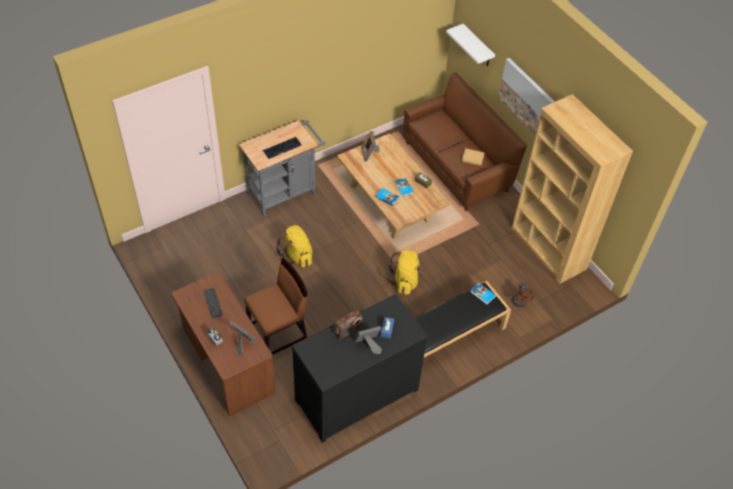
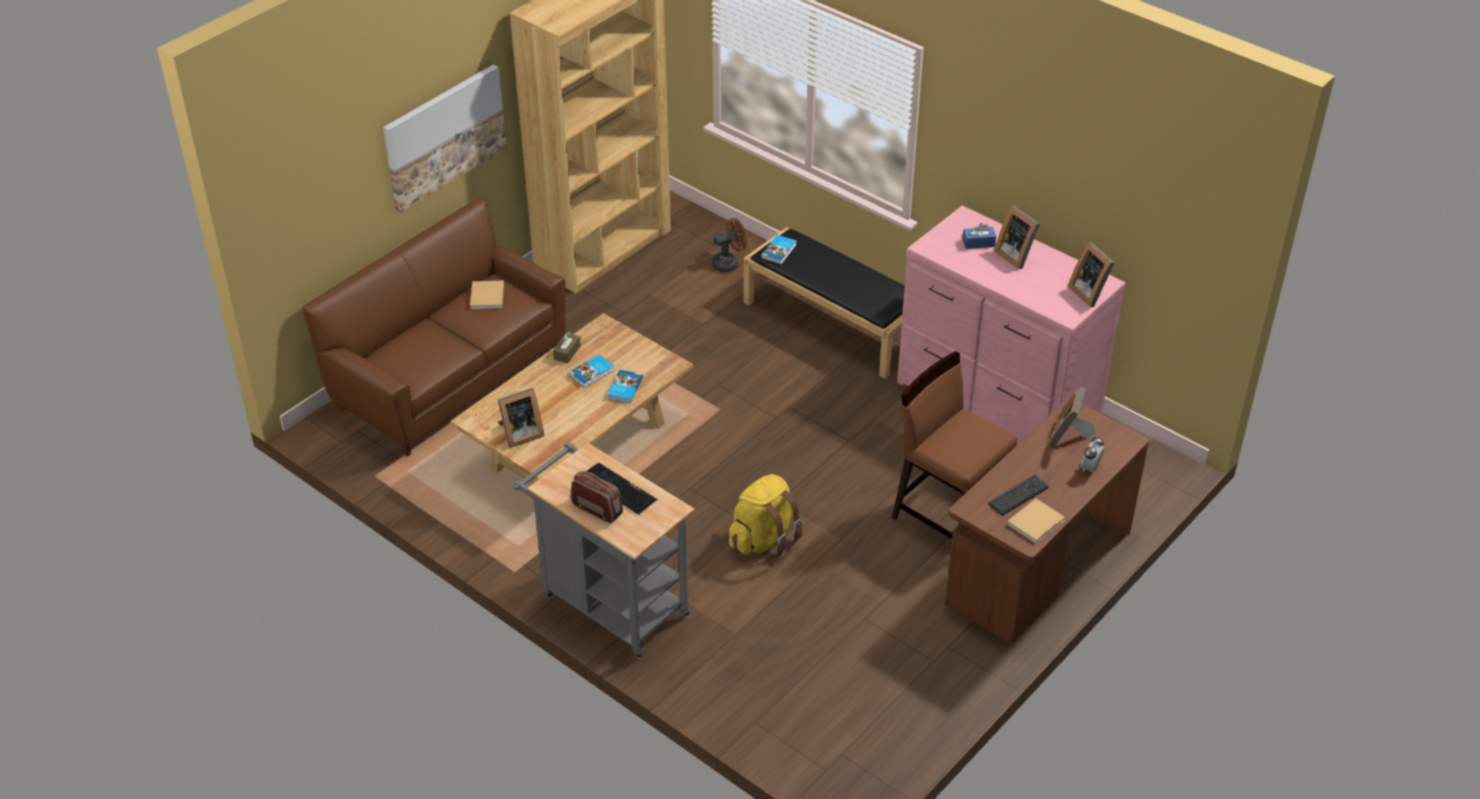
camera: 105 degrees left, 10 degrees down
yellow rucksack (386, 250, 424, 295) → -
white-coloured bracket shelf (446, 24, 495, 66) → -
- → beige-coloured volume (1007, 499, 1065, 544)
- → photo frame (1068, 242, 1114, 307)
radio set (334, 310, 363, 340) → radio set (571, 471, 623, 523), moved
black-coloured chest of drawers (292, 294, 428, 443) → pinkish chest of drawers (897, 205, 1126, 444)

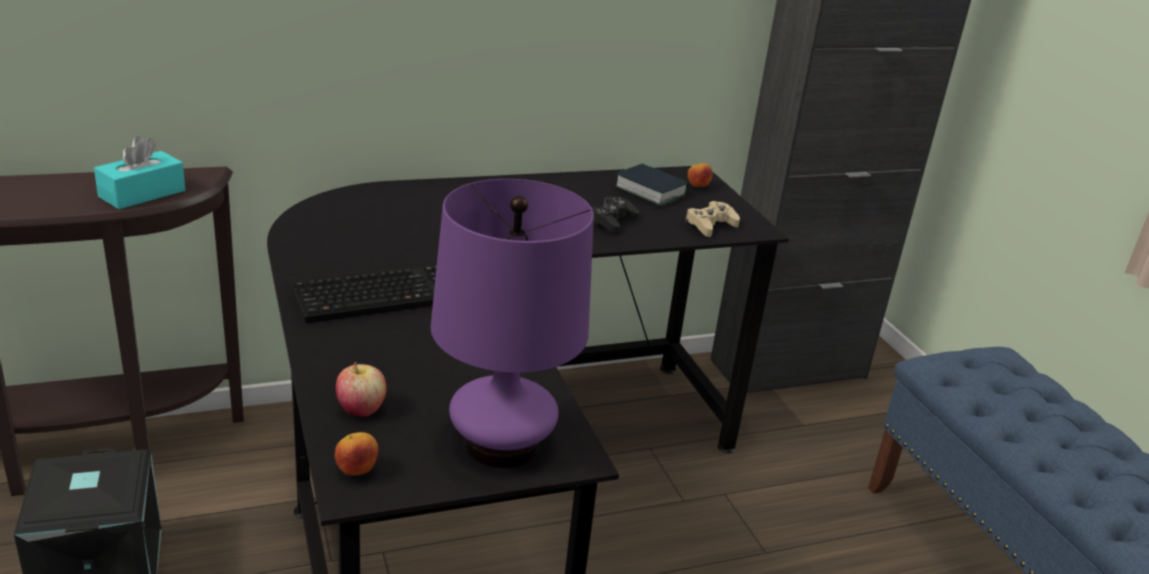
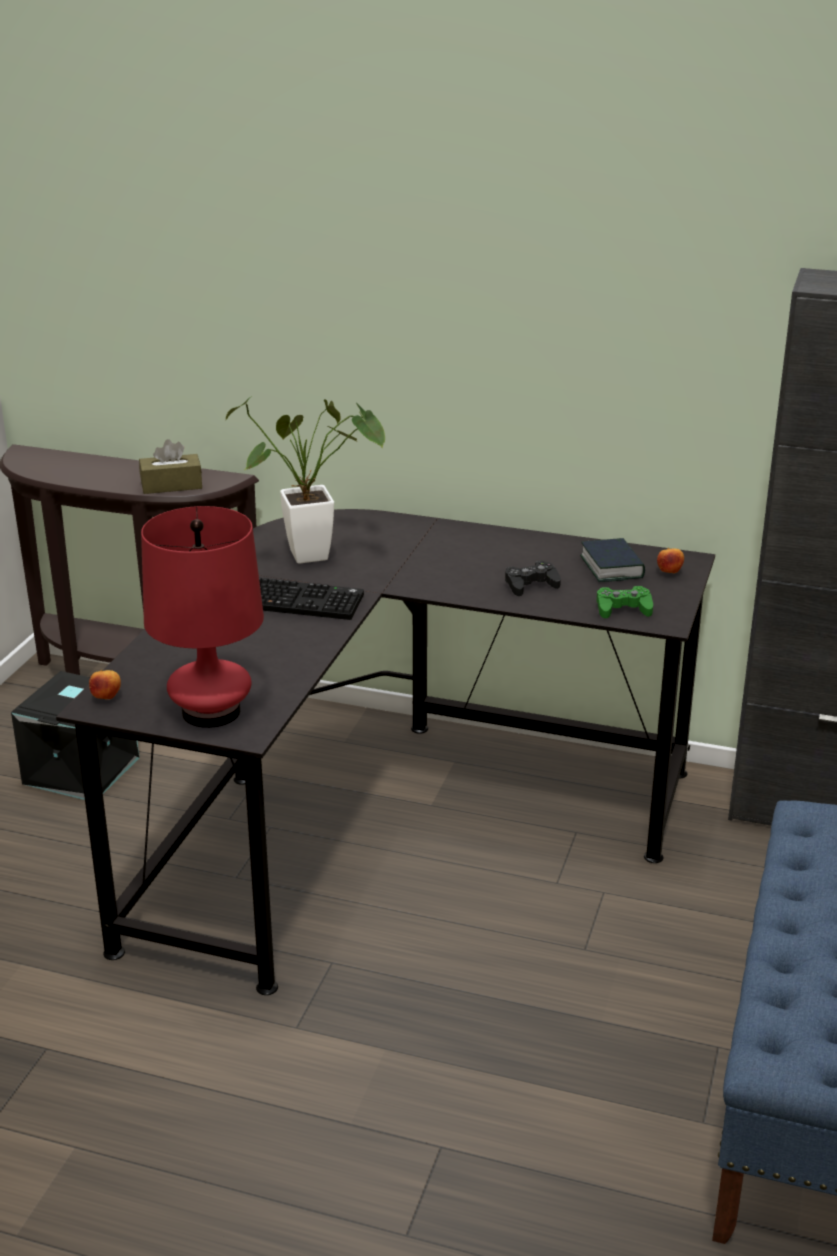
camera: 40 degrees right, 0 degrees up
whole apple (335, 362, 387, 417) → -
- → potted plant (226, 396, 385, 564)
turquoise tissue box (94, 136, 185, 209) → brownish tissue box (139, 439, 202, 494)
purple-coloured tabletop lamp (431, 179, 594, 468) → red-coloured tabletop lamp (141, 506, 264, 728)
beige-coloured game controller (685, 201, 740, 237) → greenish game controller (597, 586, 653, 618)

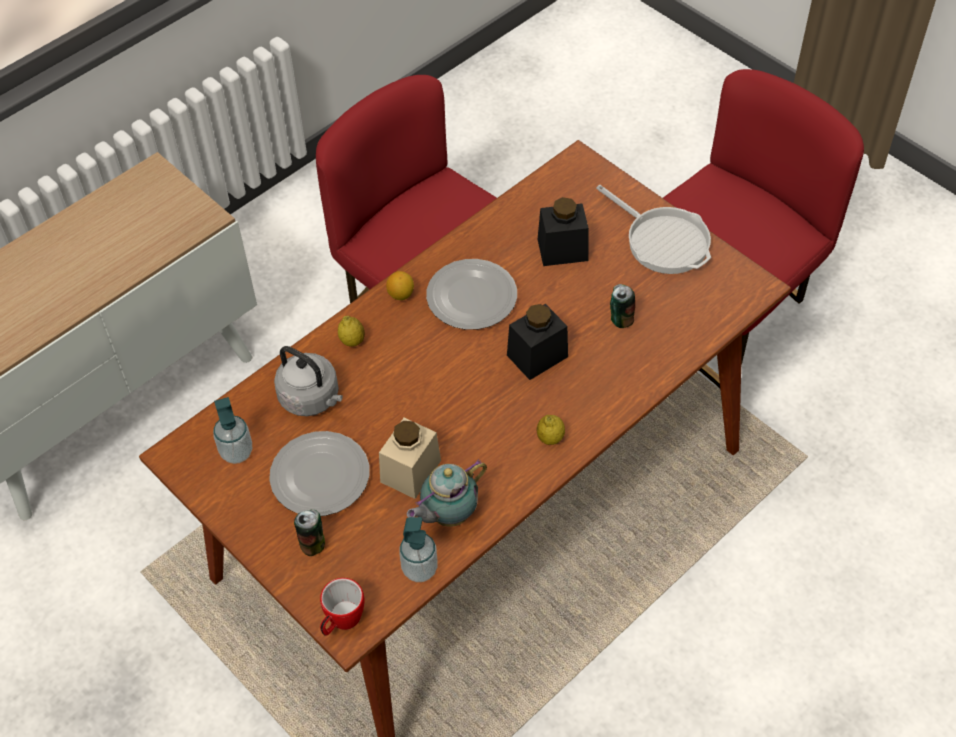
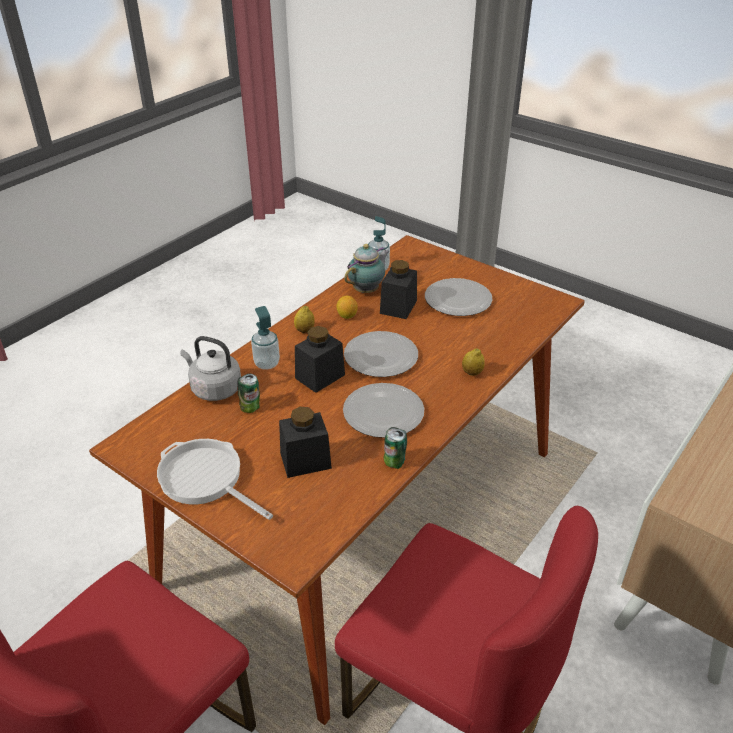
camera: 170 degrees right, 15 degrees down
mug (320, 578, 365, 636) → -
- → flat dish (344, 331, 418, 377)
liquid soap bottle (213, 397, 252, 464) → liquid soap bottle (251, 306, 280, 370), moved
grey tea kettle (274, 346, 343, 416) → grey tea kettle (180, 336, 241, 401), moved
metal can (294, 509, 325, 556) → metal can (383, 427, 407, 469), moved
whole lemon (386, 271, 414, 300) → whole lemon (336, 296, 358, 319), moved
beige-coloured storage jar (379, 418, 441, 499) → black-coloured storage jar (380, 260, 417, 319)

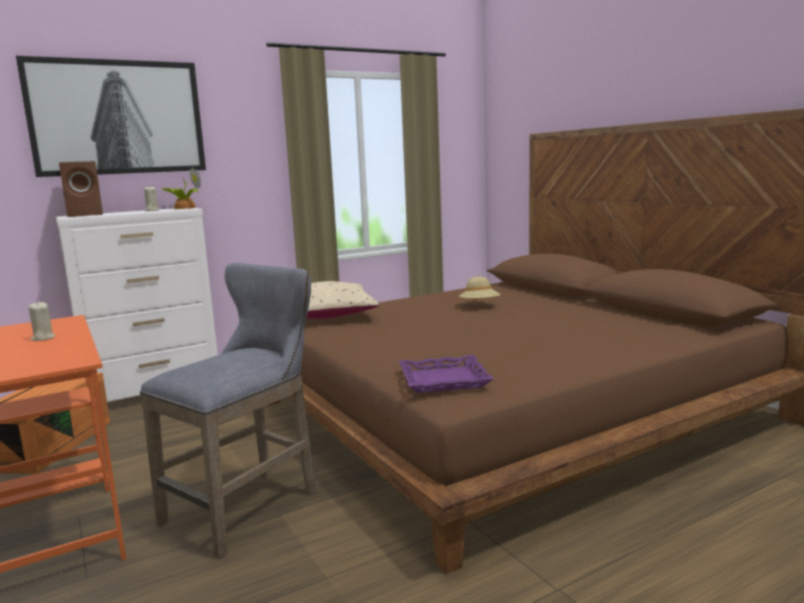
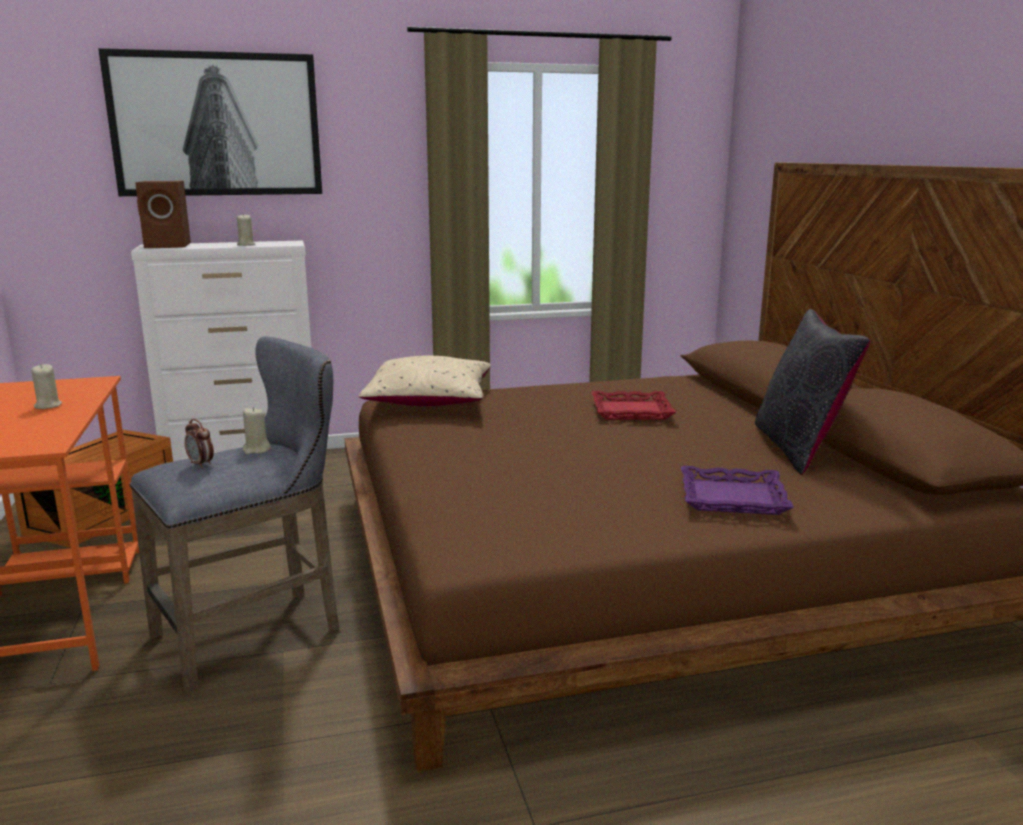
camera: 15 degrees right, 5 degrees up
potted plant (162, 167, 201, 209) → -
- → bedside clock (184, 419, 214, 468)
- → beige-coloured candle (242, 407, 271, 454)
- → black-coloured throw pillow (755, 309, 871, 475)
purple-coloured tray (399, 355, 494, 393) → purple-coloured tray (681, 466, 794, 515), moved
beige-coloured hat (459, 277, 501, 301) → red-coloured tray (591, 391, 676, 420)

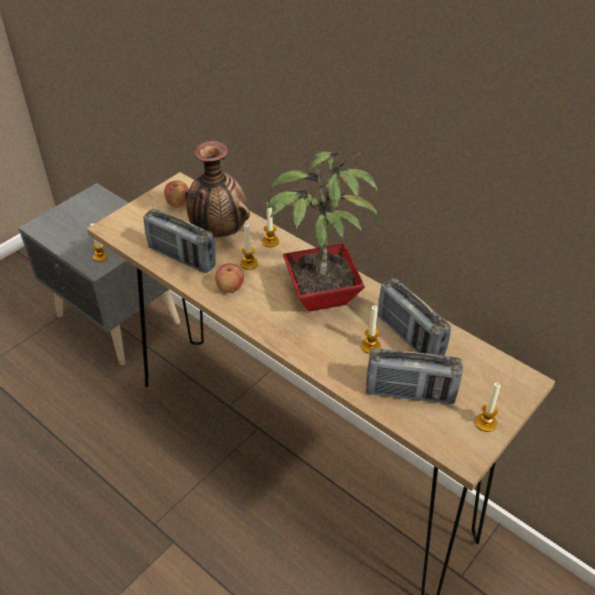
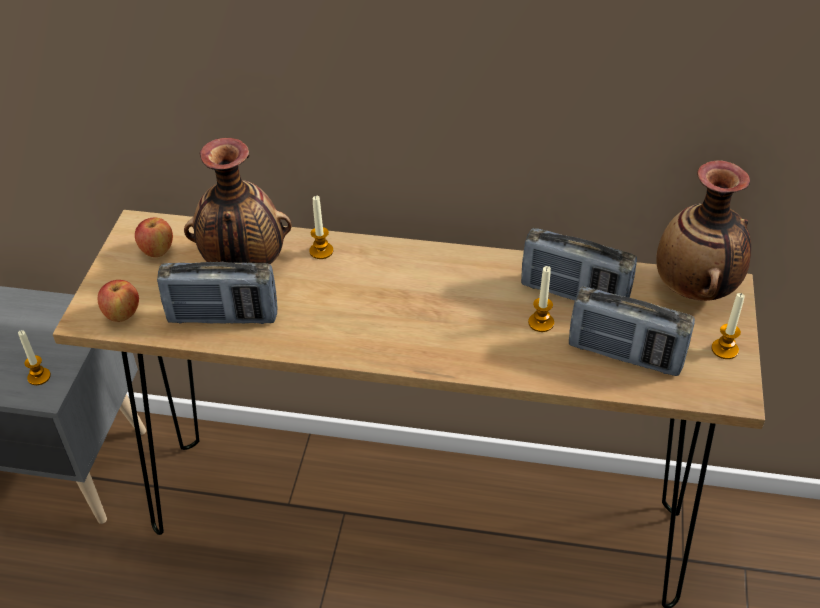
camera: 30 degrees left, 0 degrees up
candle (240, 223, 258, 270) → -
potted plant (266, 131, 379, 312) → -
- → decorative vase (656, 160, 751, 301)
whole apple (215, 263, 244, 293) → whole apple (98, 280, 139, 322), moved
radio set (366, 348, 463, 404) → radio set (569, 286, 695, 376), 45 degrees clockwise

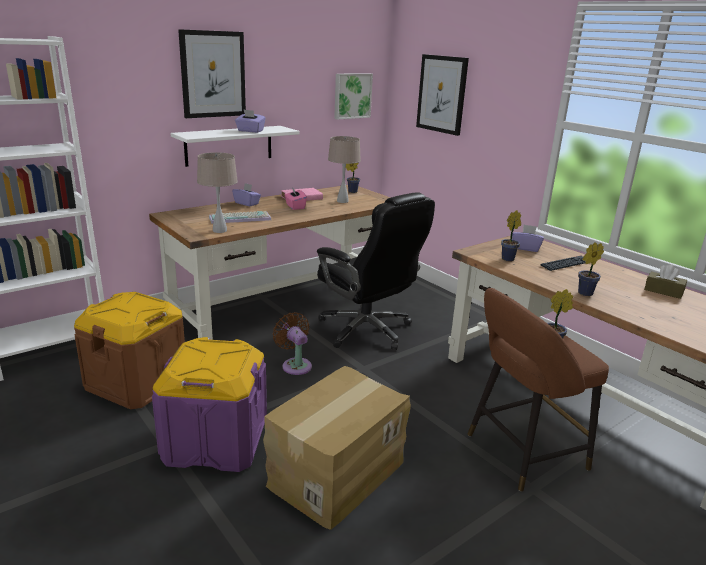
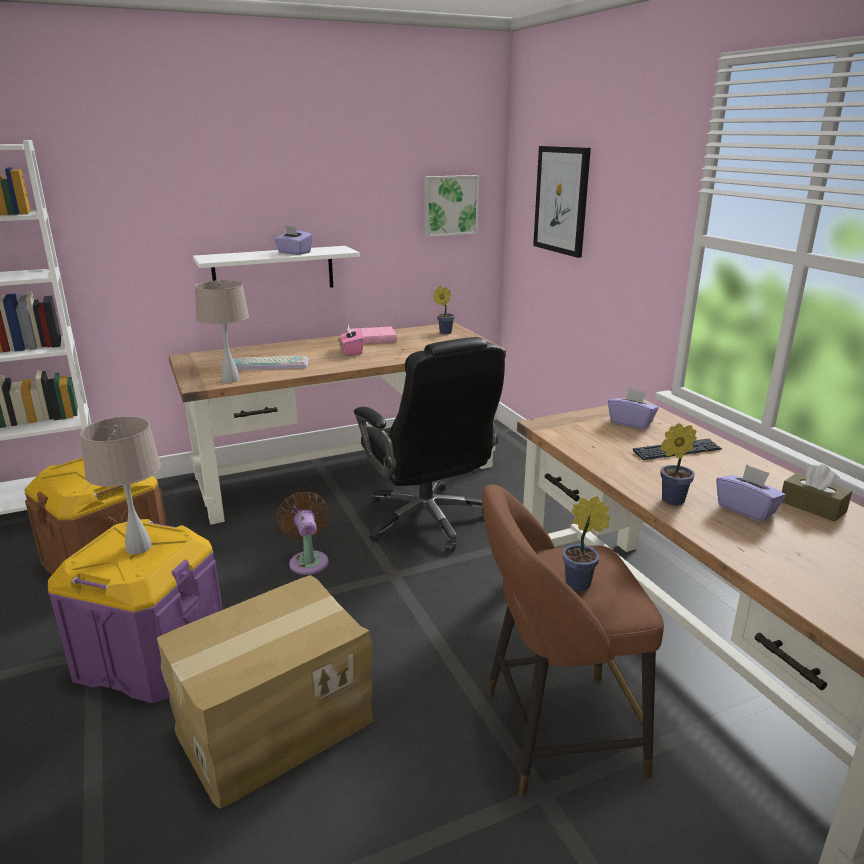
camera: 15 degrees right, 0 degrees up
wall picture (178, 29, 246, 118) → -
potted plant (501, 210, 521, 261) → -
purple-coloured tissue box (232, 183, 261, 206) → purple-coloured tissue box (716, 464, 786, 522), moved
beige-coloured tabletop lamp (328, 136, 361, 203) → beige-coloured tabletop lamp (80, 416, 161, 555), moved

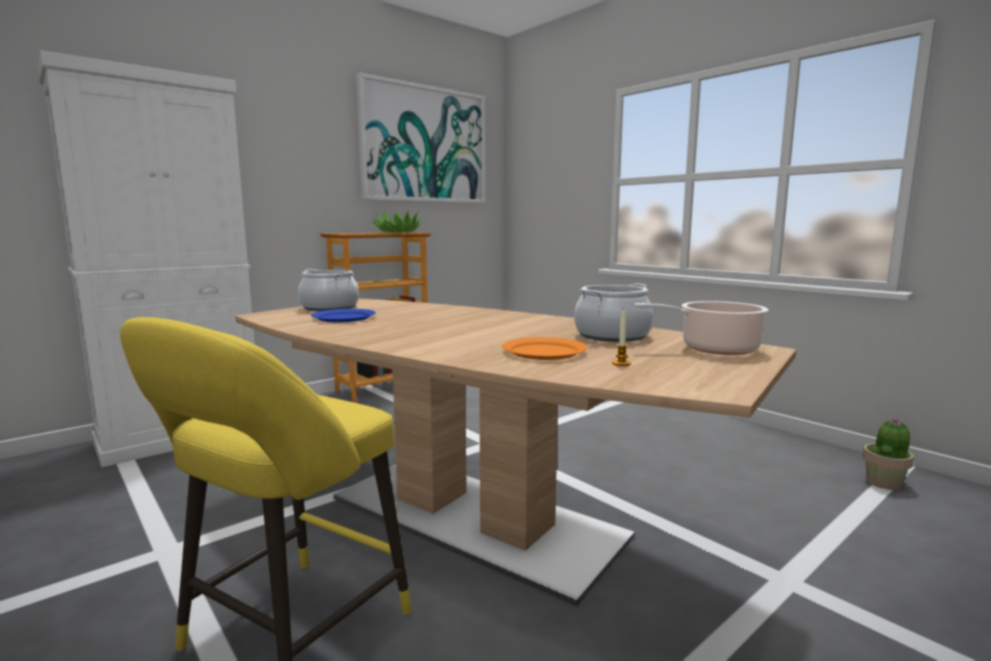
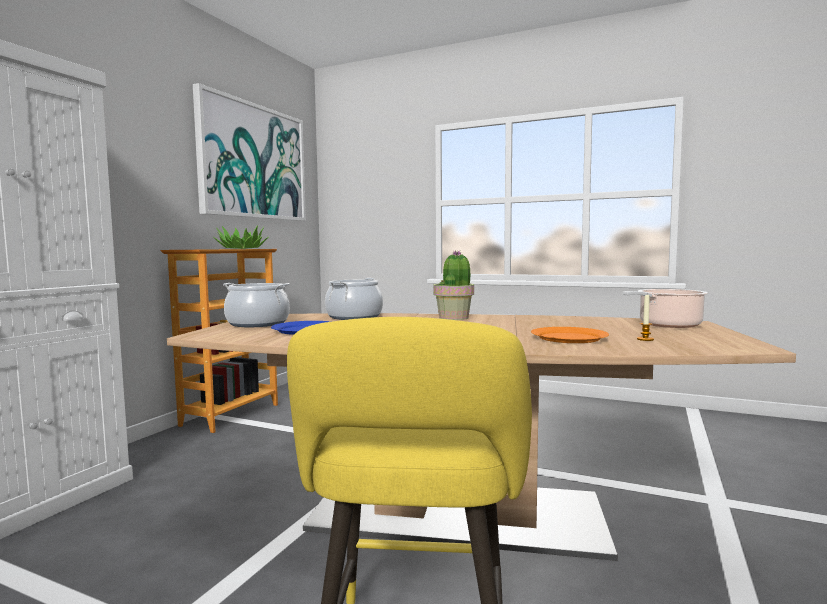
camera: 25 degrees left, 5 degrees down
saucepot (574, 284, 653, 342) → saucepot (325, 278, 383, 320), moved
potted plant (863, 418, 914, 490) → potted plant (434, 250, 474, 320), moved

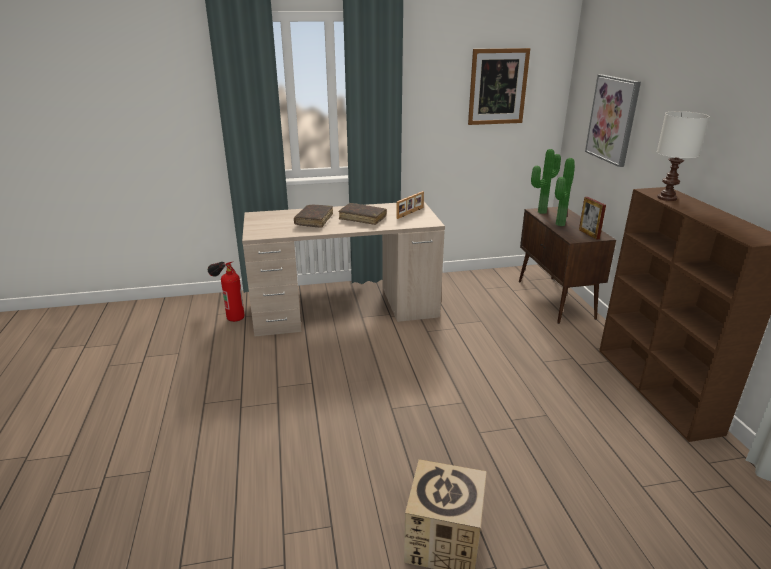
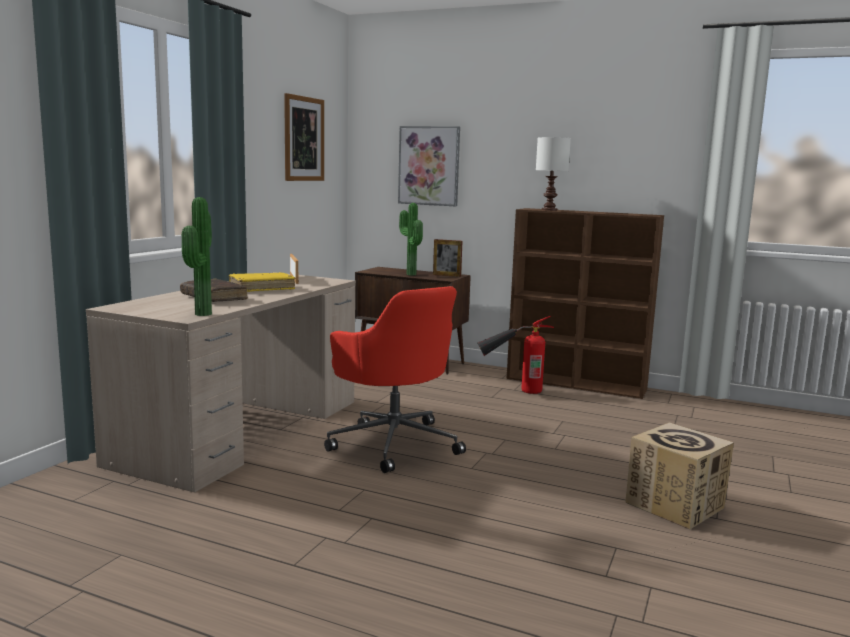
camera: 55 degrees left, 15 degrees down
- → red-coloured computer chair (324, 286, 466, 473)
extinguisher (208, 262, 244, 322) → extinguisher (477, 316, 554, 394), moved
potted plant (531, 149, 561, 214) → potted plant (182, 197, 212, 316), moved
brownish volume (339, 203, 387, 225) → yellow volume (229, 272, 295, 292)

